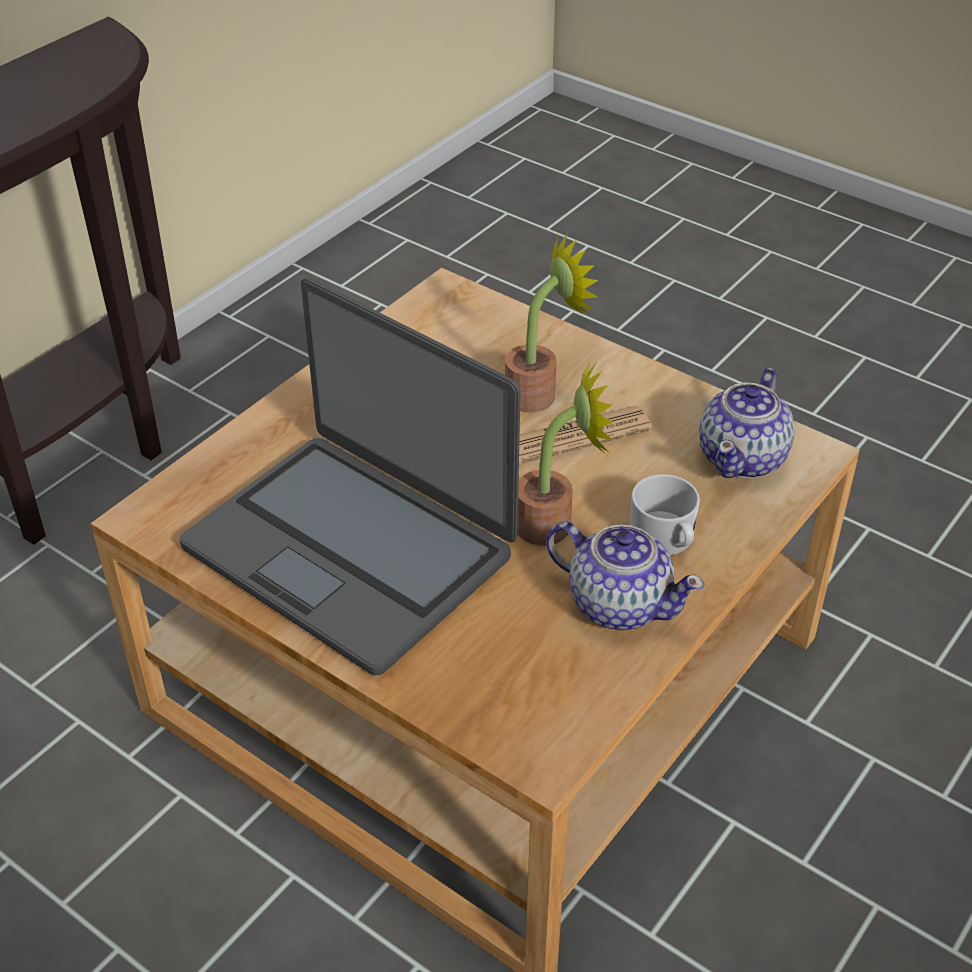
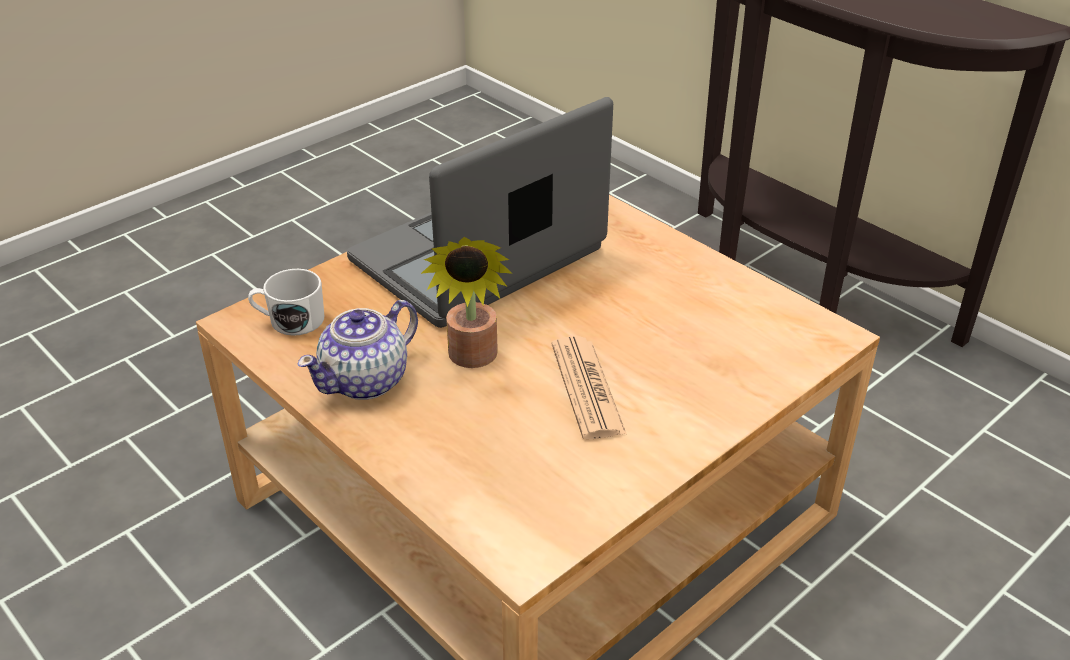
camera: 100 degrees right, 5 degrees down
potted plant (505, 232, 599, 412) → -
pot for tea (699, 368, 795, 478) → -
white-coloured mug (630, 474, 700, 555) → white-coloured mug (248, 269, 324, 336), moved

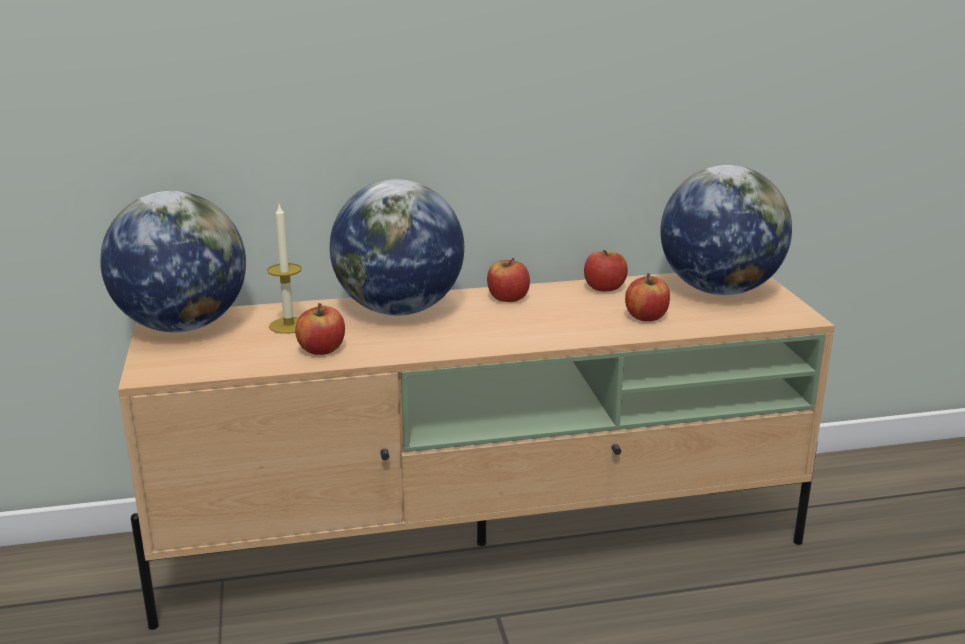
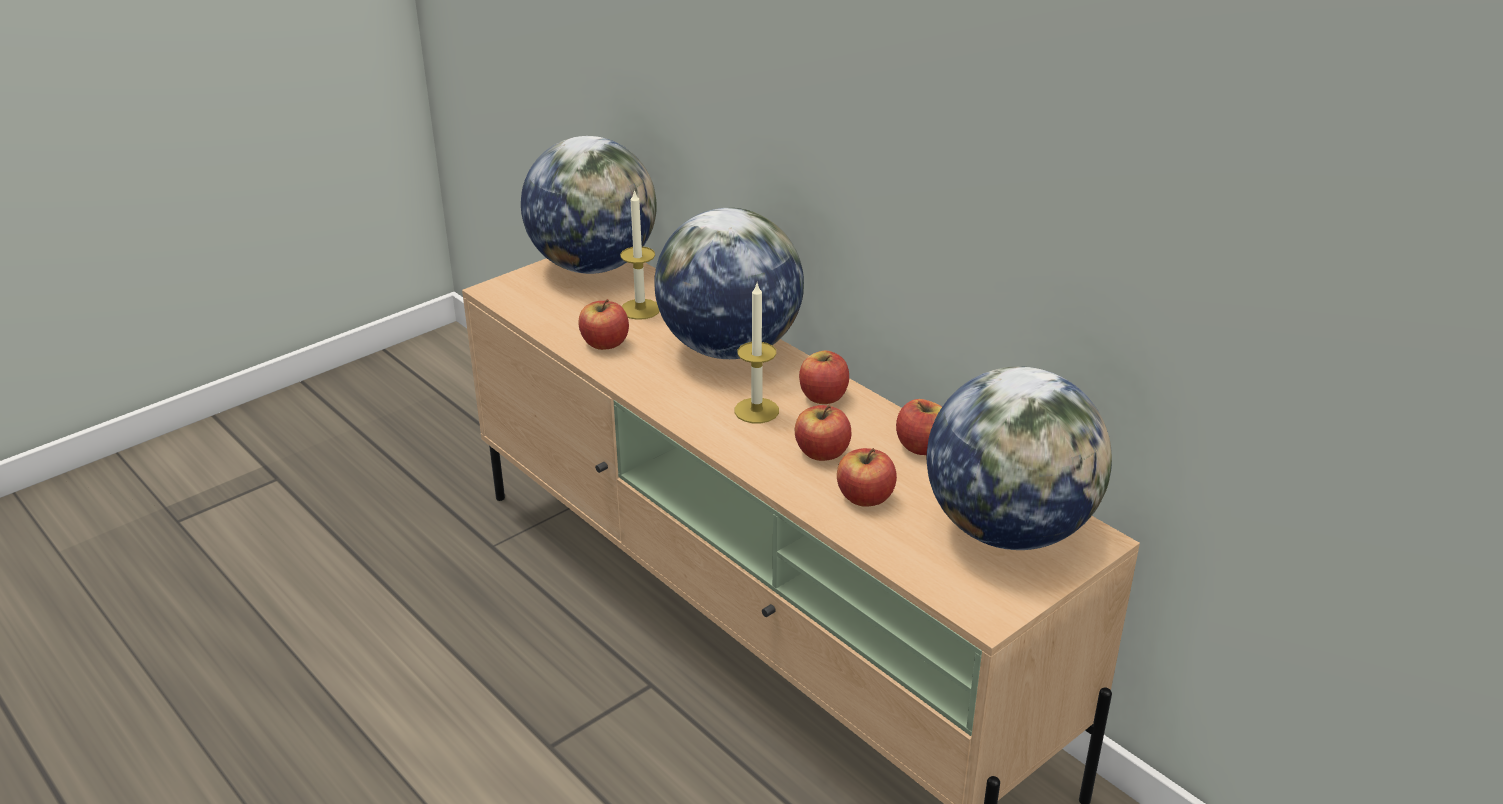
camera: 60 degrees right, 10 degrees up
- → candle (735, 284, 779, 423)
- → whole apple (795, 405, 851, 461)

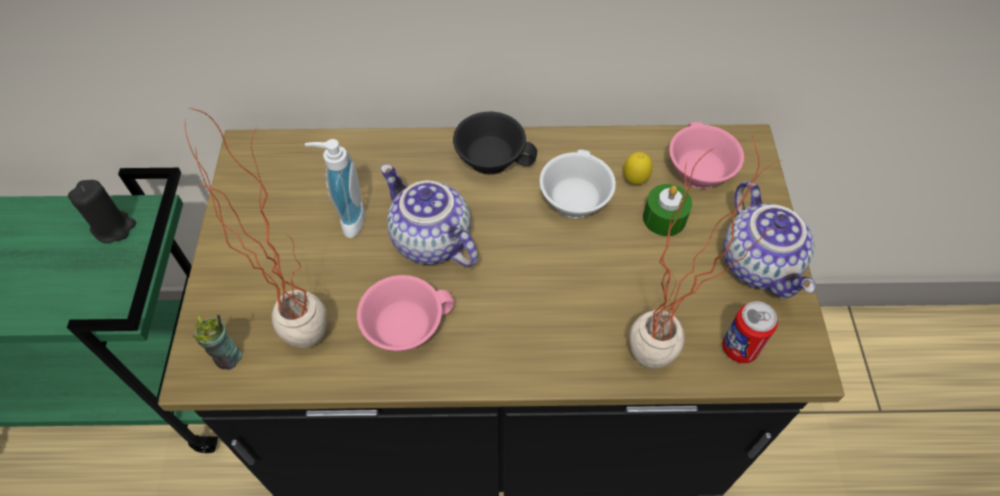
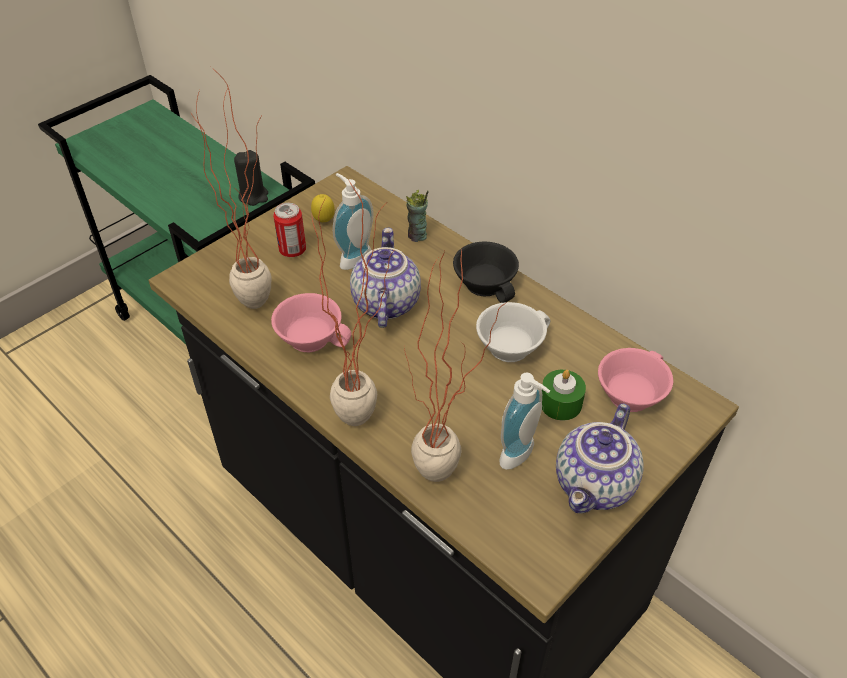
camera: 45 degrees right, 10 degrees down
- → potted plant (312, 181, 395, 426)
- → liquid soap bottle (499, 373, 550, 470)
small cup (192, 313, 242, 370) → small cup (406, 189, 429, 242), moved
whole lemon (624, 152, 653, 185) → whole lemon (311, 194, 335, 222), moved
metal can (722, 301, 778, 363) → metal can (273, 203, 306, 257), moved

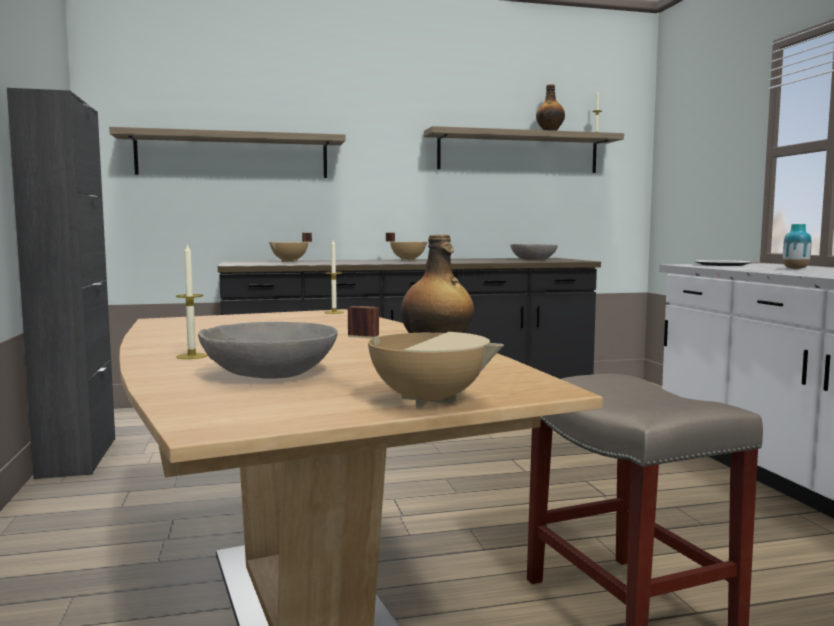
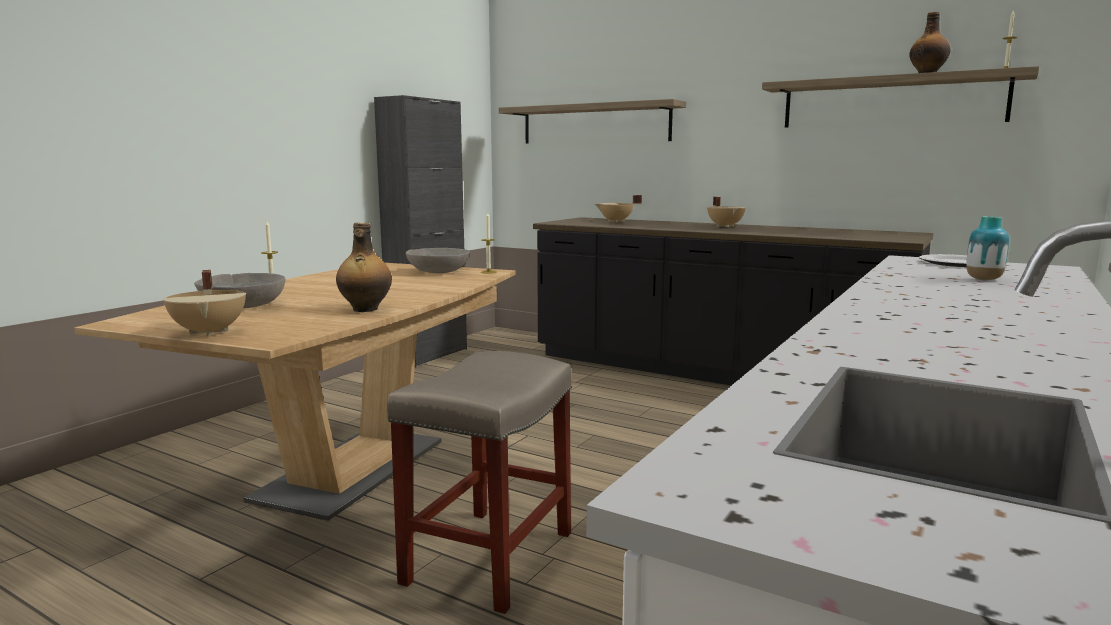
camera: 45 degrees right, 5 degrees up
grey serving bowl (510, 244, 558, 260) → grey serving bowl (406, 248, 470, 273), moved

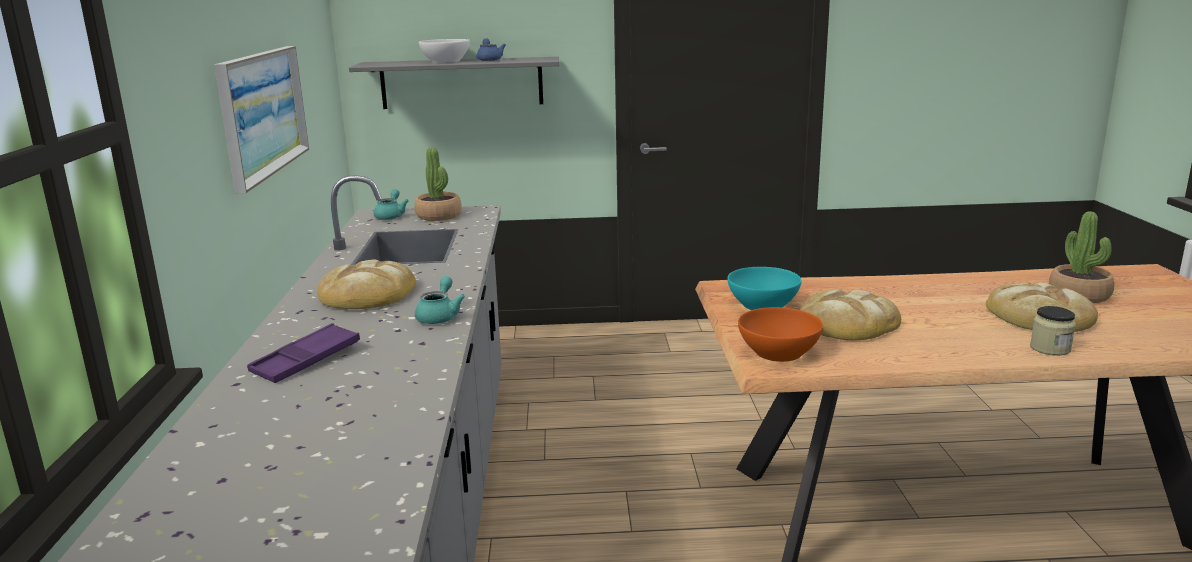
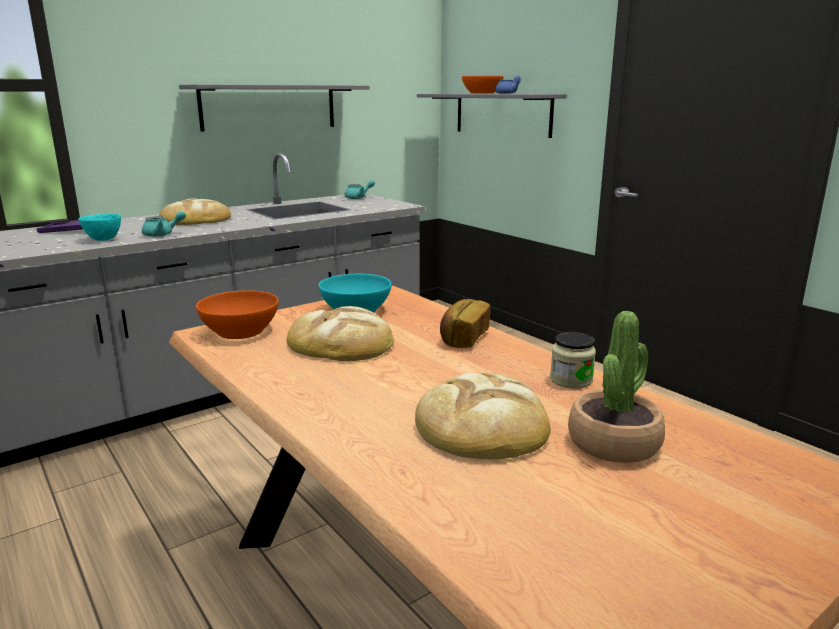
camera: 55 degrees right, 0 degrees up
potted plant (414, 147, 462, 221) → -
- → turquoise serving bowl (78, 213, 121, 241)
- → bakery bread (440, 299, 490, 348)
storage jar (1030, 306, 1076, 356) → storage jar (550, 332, 596, 389), moved
wall picture (214, 46, 309, 194) → grey bracket shelf (179, 84, 370, 131)
white-coloured serving bowl (419, 39, 470, 63) → orange serving bowl (462, 76, 504, 94)

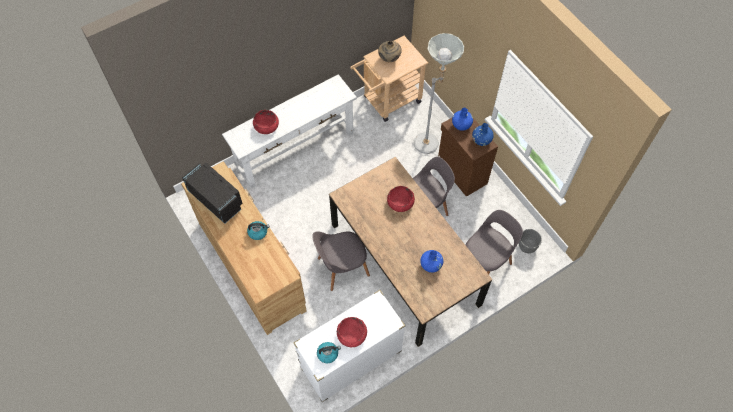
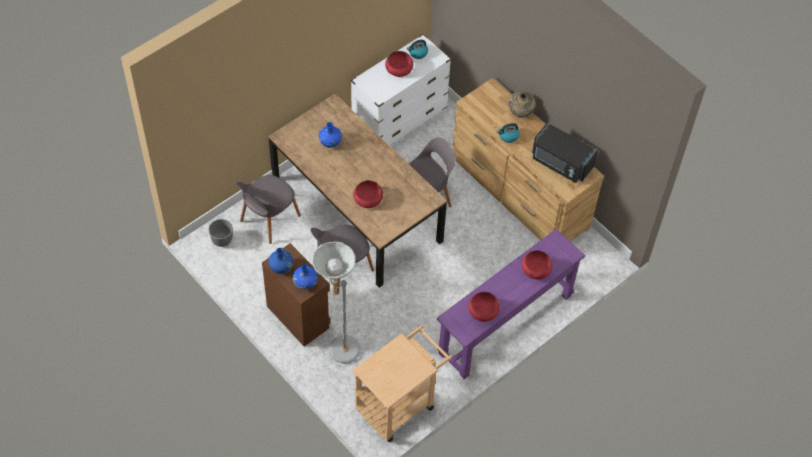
camera: 170 degrees right, 5 degrees down
- → red-coloured serving bowl (468, 292, 500, 322)
beige-coloured decorative vase (378, 41, 402, 62) → beige-coloured decorative vase (508, 91, 536, 118), moved
white-coloured console table (222, 74, 357, 189) → purple-coloured console table (437, 229, 585, 379)

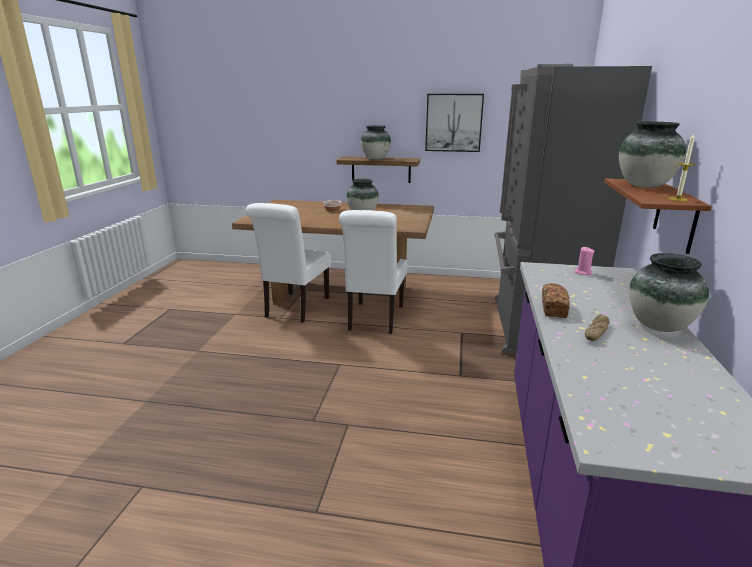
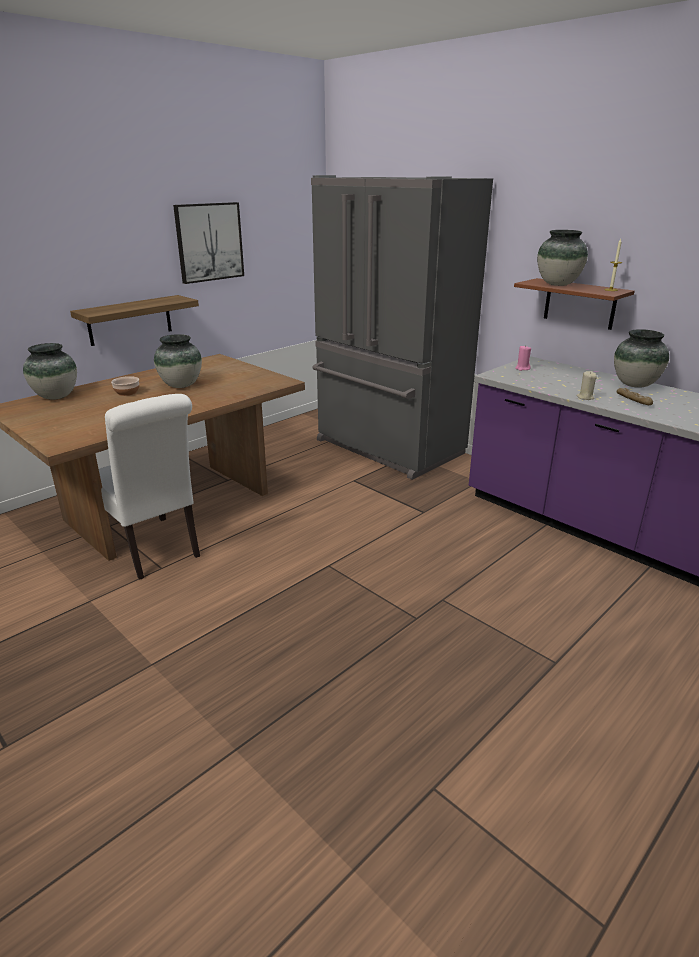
camera: 55 degrees left, 5 degrees up
white-coloured chair (339, 210, 407, 334) → -
decorative vase (361, 125, 391, 160) → decorative vase (23, 343, 77, 400), moved
bakery bread (542, 283, 570, 318) → beige-coloured candle (576, 371, 597, 400)

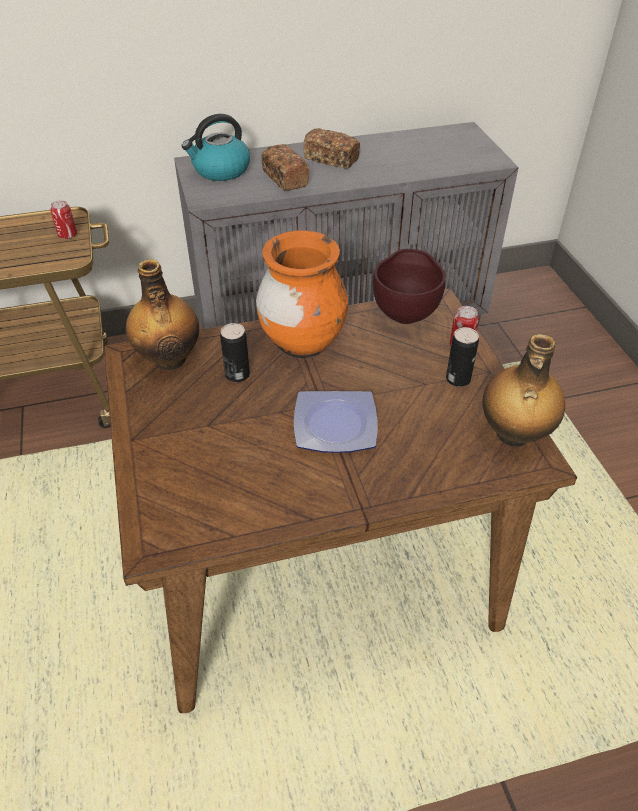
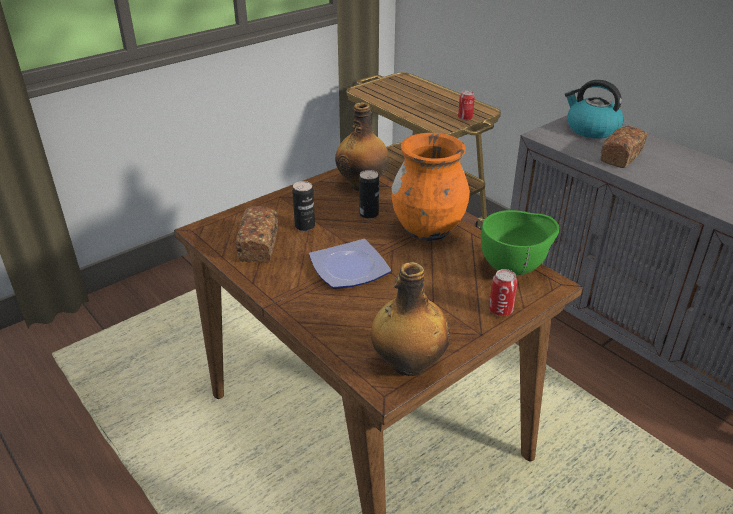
camera: 65 degrees right, 10 degrees down
bakery bread (303, 128, 360, 169) → bakery bread (236, 206, 278, 262), moved
metal can (446, 327, 479, 387) → metal can (292, 181, 315, 231), moved
brownish serving bowl (373, 249, 446, 324) → greenish serving bowl (481, 210, 560, 277)

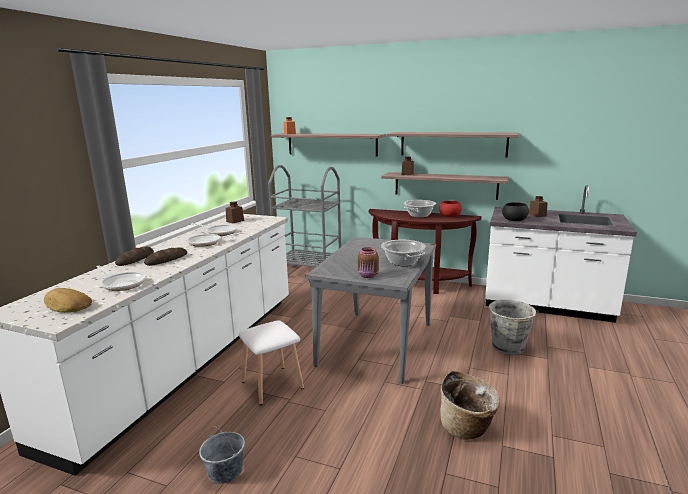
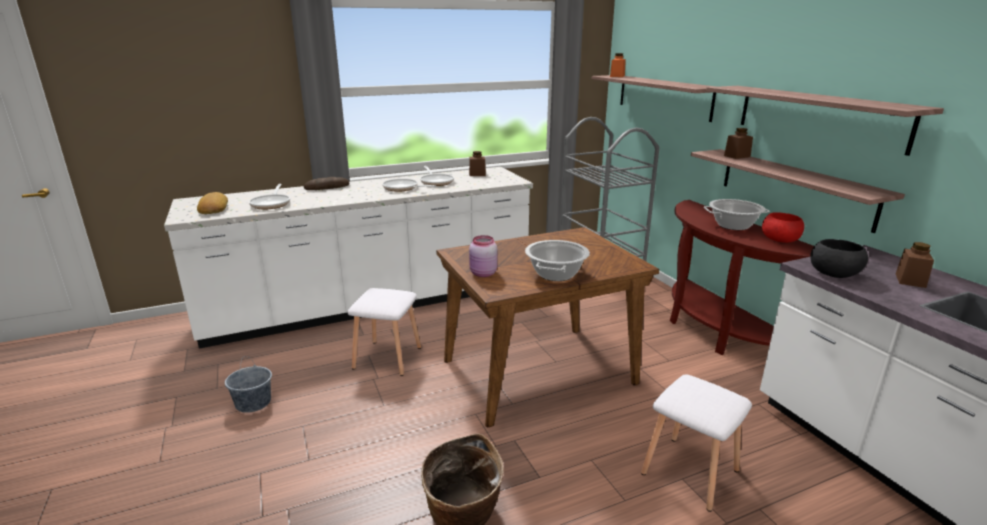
camera: 45 degrees right, 5 degrees up
bakery bread (144, 247, 187, 266) → -
grey bucket (489, 300, 538, 355) → white-coloured sitting stool (641, 375, 752, 512)
grey kitchen table (306, 237, 436, 384) → brownish kitchen table (436, 227, 659, 427)
brownish storage jar (358, 247, 379, 278) → pinkish storage jar (469, 235, 498, 277)

